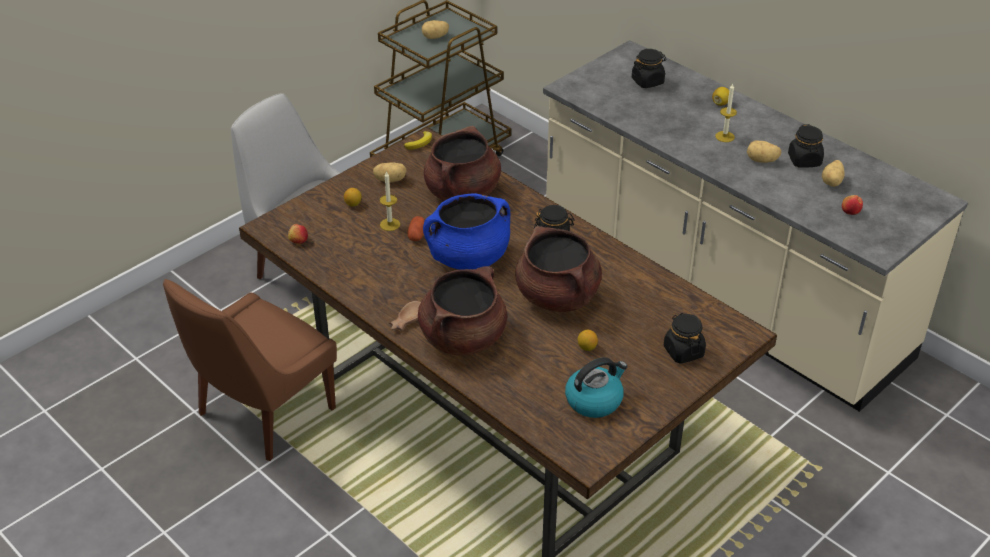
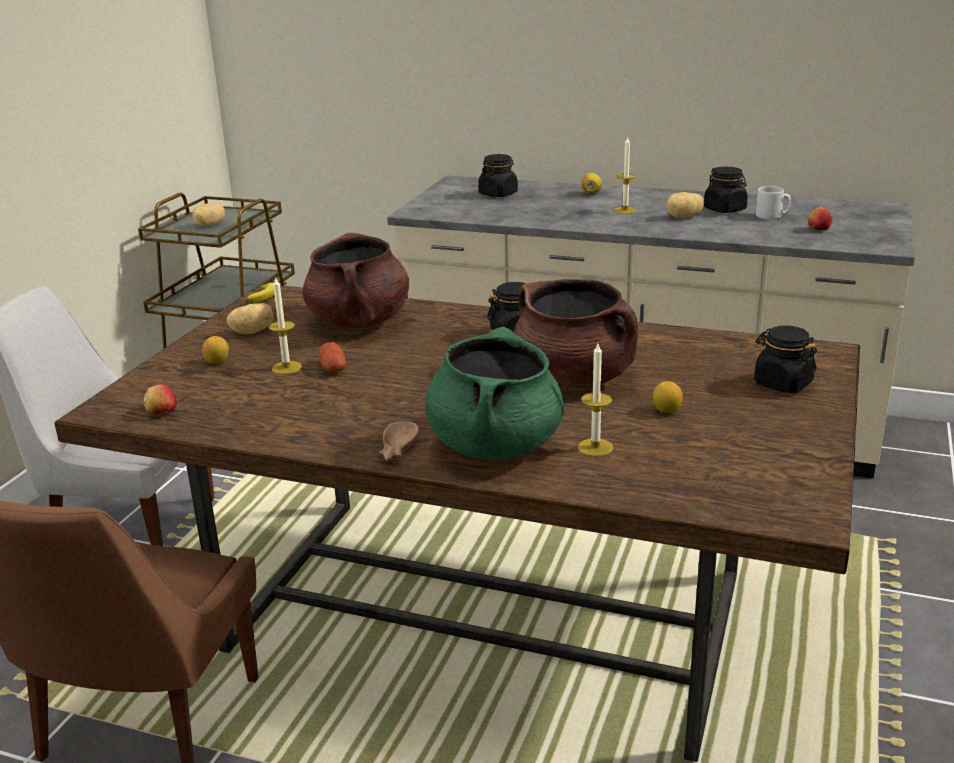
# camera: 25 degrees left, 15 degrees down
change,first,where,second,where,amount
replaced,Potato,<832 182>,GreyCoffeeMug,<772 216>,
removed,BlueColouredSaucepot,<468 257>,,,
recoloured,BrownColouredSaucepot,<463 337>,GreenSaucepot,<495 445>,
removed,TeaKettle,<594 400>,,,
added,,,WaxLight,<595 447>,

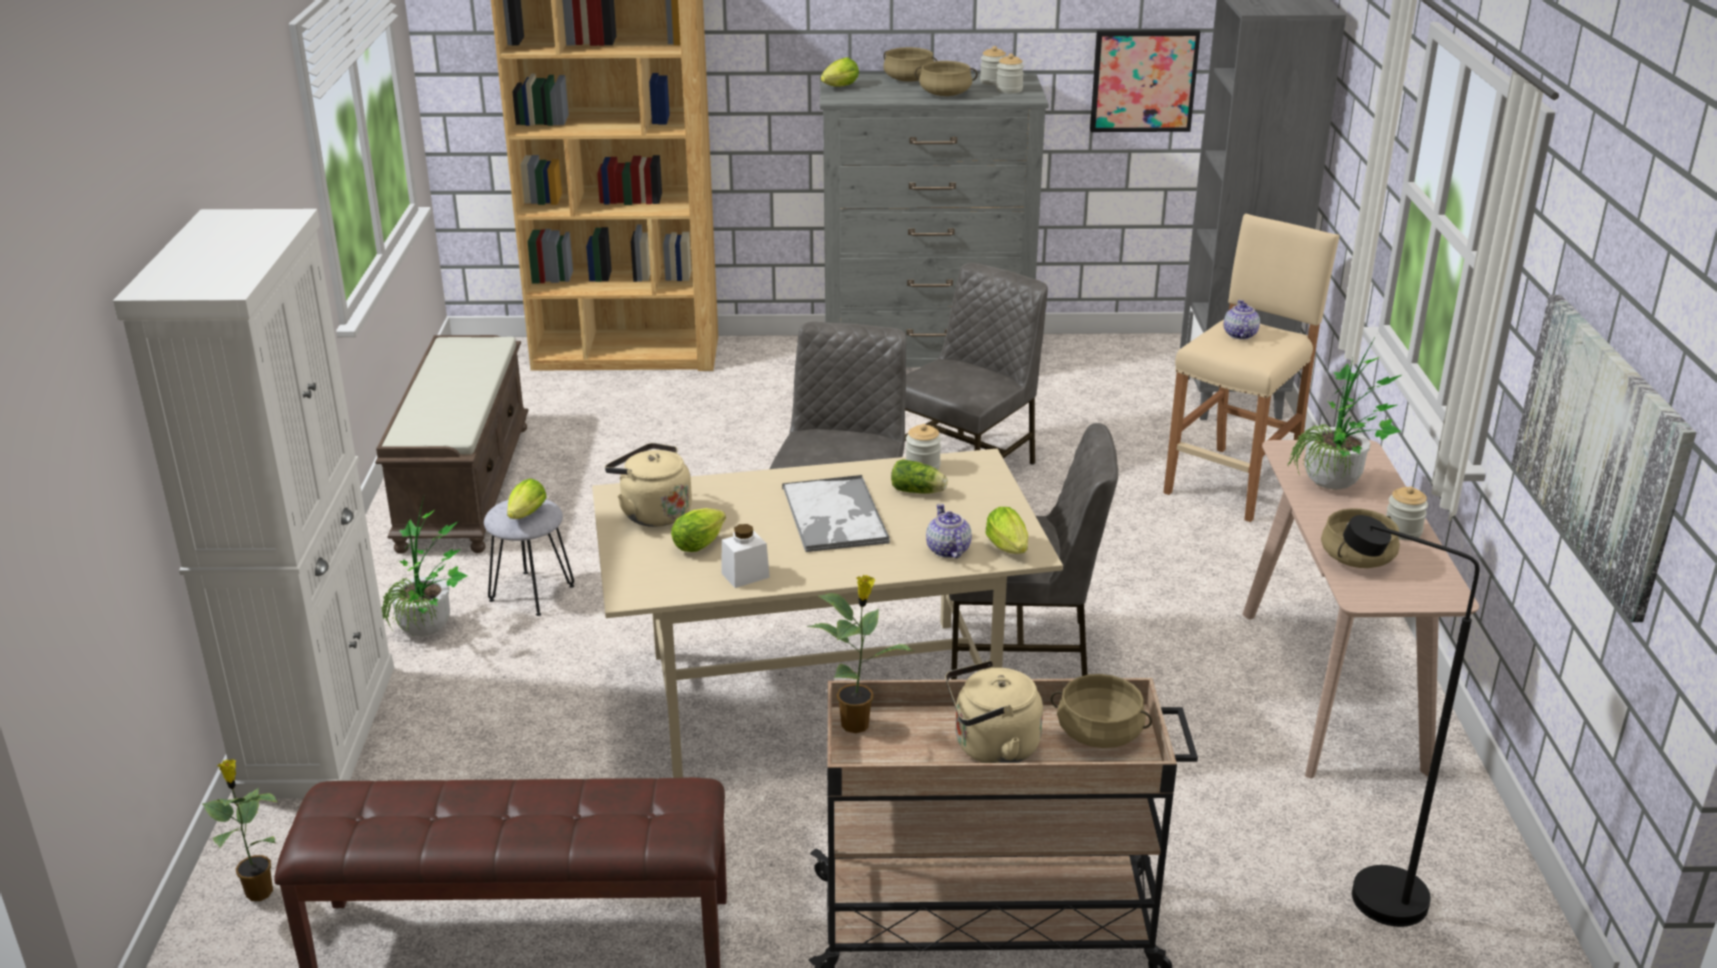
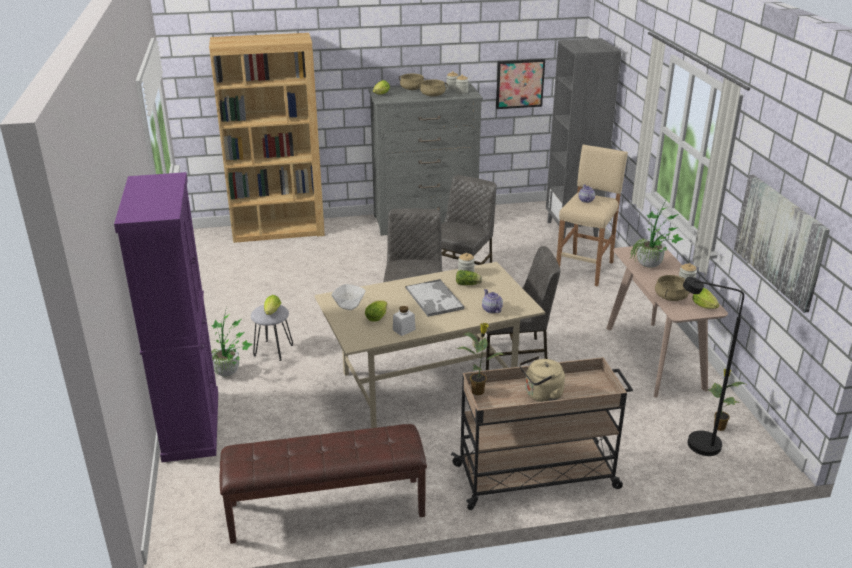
# camera: 10 degrees left, 0 degrees up
change,first,where,second,where,amount
recoloured,WhiteCupboard,<318 729>,PurpleColouredCupboard,<191 425>,
removed,BrownColouredIndoorBench,<463 485>,,,
replaced,SandColouredTeaKettle,<652 513>,ServingBowl,<349 305>,
moved,HeadOfLettuce,<1009 550>,,<705 307>,
removed,SandColouredSaucepot,<1099 734>,,,
moved,PlantInAPot,<258 891>,,<718 427>,

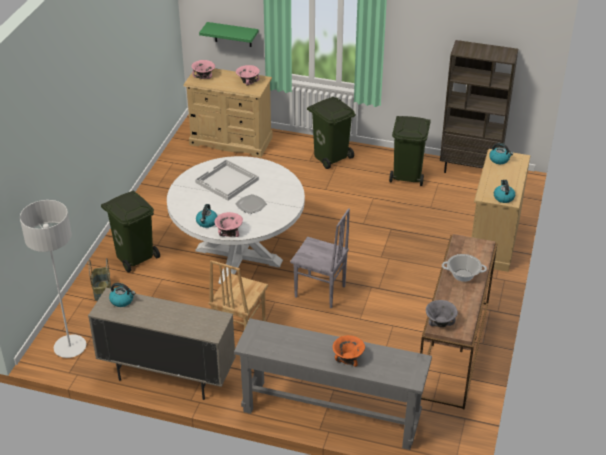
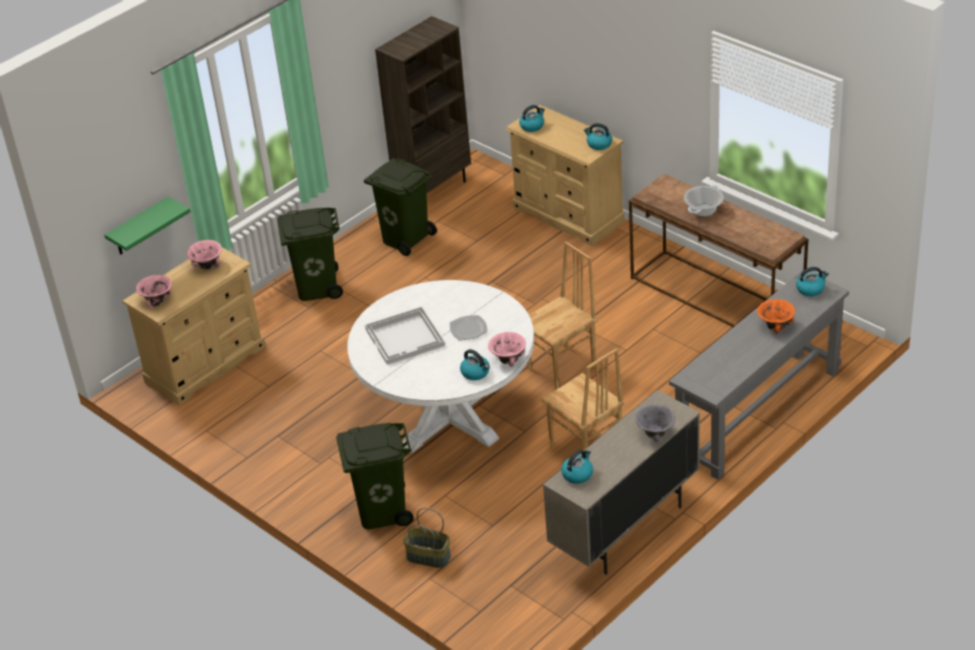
# camera: 60 degrees left, 0 degrees up
change,first,where,second,where,amount
removed,GreyStandingLamp,<70 347>,,,
recoloured,GreyChair,<320 292>,BrownColouredChair,<562 367>,
moved,GreyServingBowl,<440 322>,,<655 433>,
added,,,TeaKettle,<810 289>,

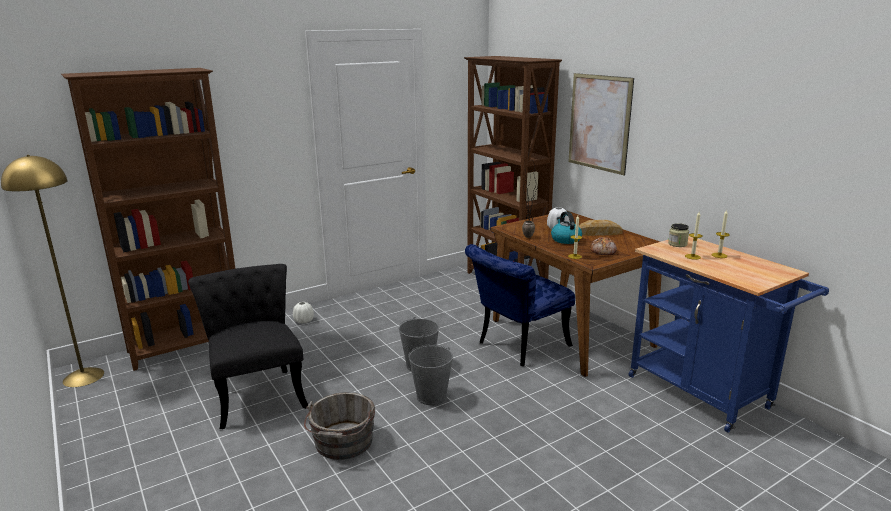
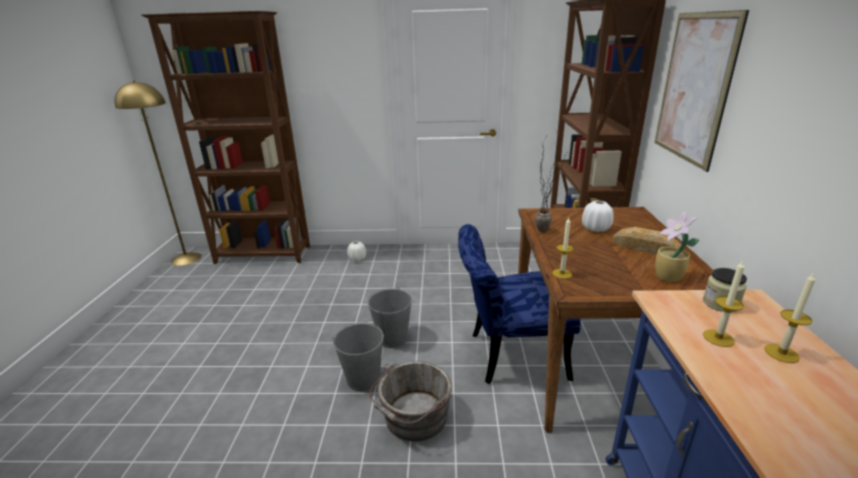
# camera: 35 degrees right, 5 degrees up
change,first,where,second,where,amount
removed,TeaKettle,<565 239>,,,
removed,BakedBread,<603 251>,,,
removed,BlackishChair,<258 393>,,,
moved,GreyPail,<343 443>,,<413 418>,
added,,,PlantInAPot,<668 277>,

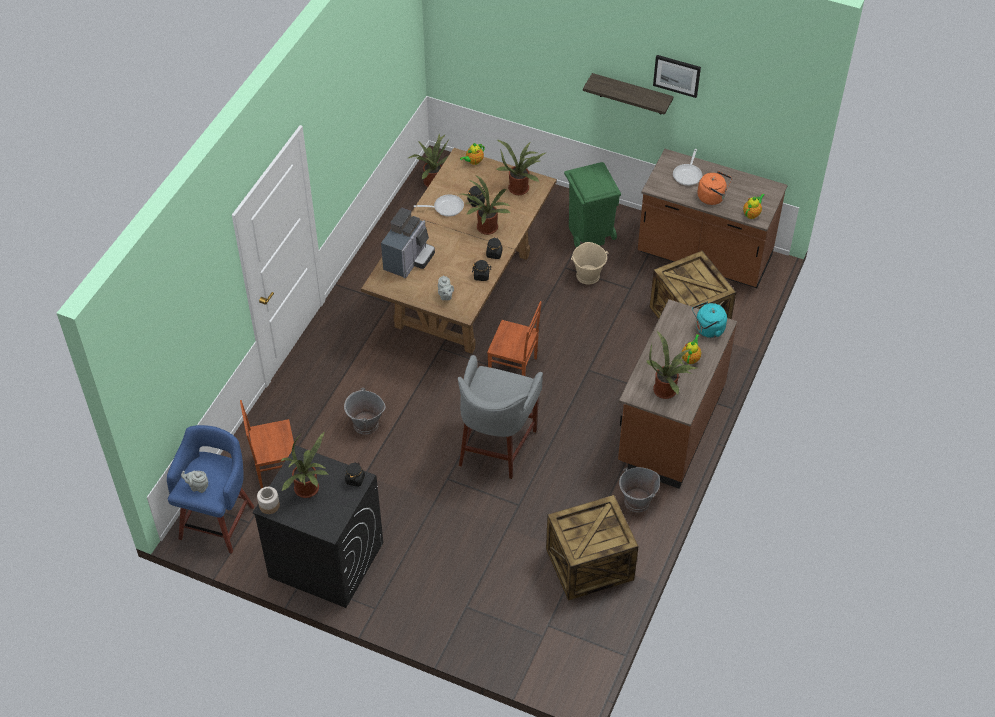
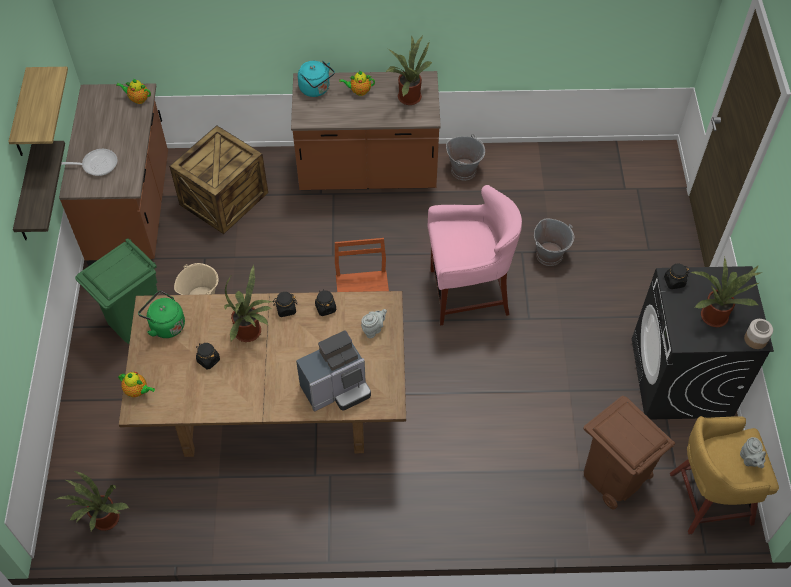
# camera: 115 degrees left, 5 degrees up
change,first,where,second,where,amount
replaced,WallArt,<677 75>,WallShelf,<22 116>,
replaced,PlantInAPot,<520 187>,GreenTeaKettle,<165 325>,
removed,OrangeTeaKettle,<713 197>,,,
removed,FryingPan,<445 207>,,,
turned,CoffeeMaker,<408 260>,,<337 389>,150 degrees clockwise
recoloured,GreySittingStool,<496 446>,PinkColouredSittingStool,<467 294>,
moved,GreyPail,<365 424>,,<549 255>,
replaced,BrownColouredChair,<276 468>,BrownColouredTrashCan,<613 477>,
recoloured,BlueColouredSittingStool,<218 520>,YellowishSittingStool,<707 498>,
removed,ShippingCrate,<589 565>,,,

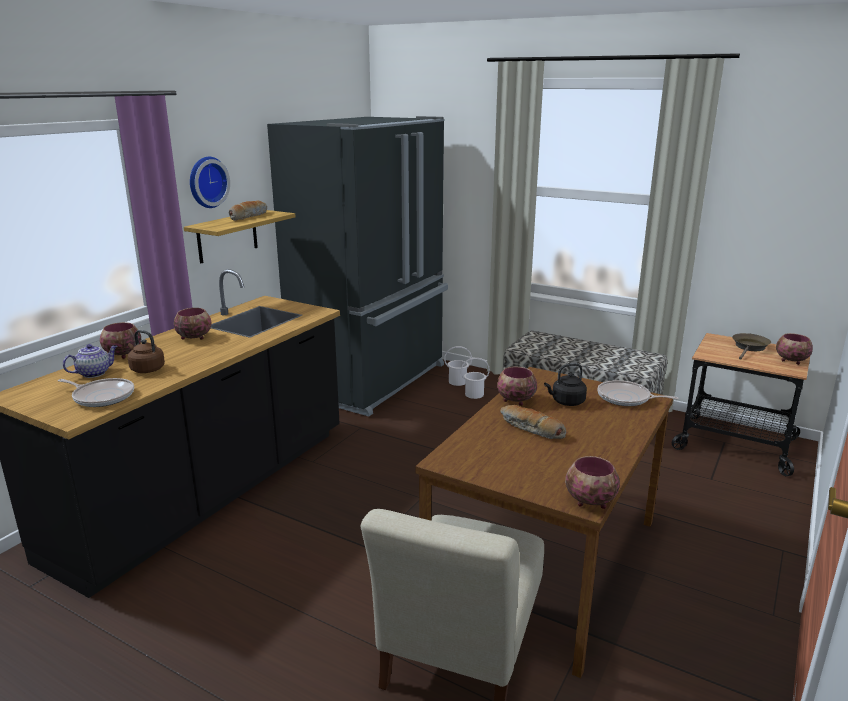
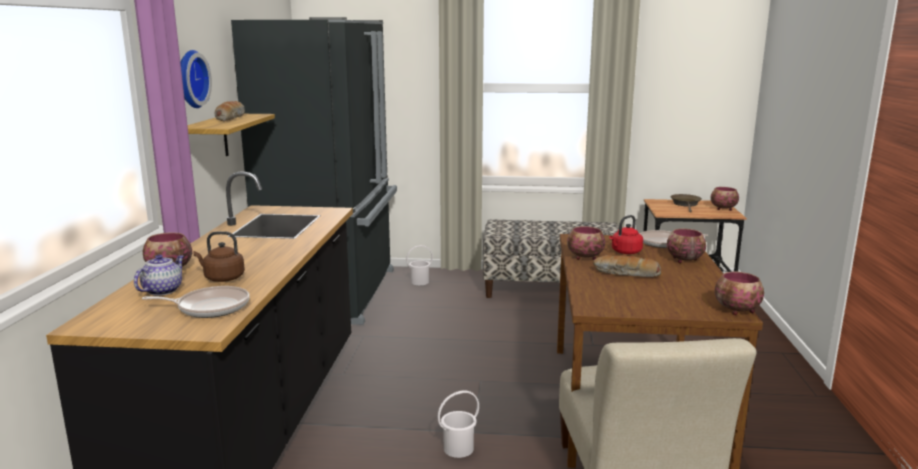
# camera: 25 degrees left, 5 degrees down
change,first,where,second,where,amount
moved,ServingBowl,<194 337>,,<683 260>,
moved,WhitePail,<474 394>,,<458 448>,
recoloured,BlackishTeaKettle,<566 402>,ReddishTeaKettle,<625 252>,

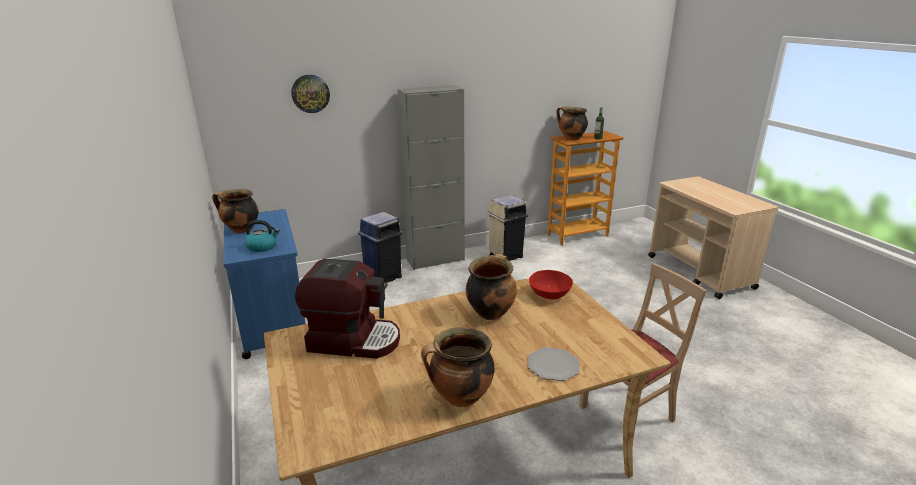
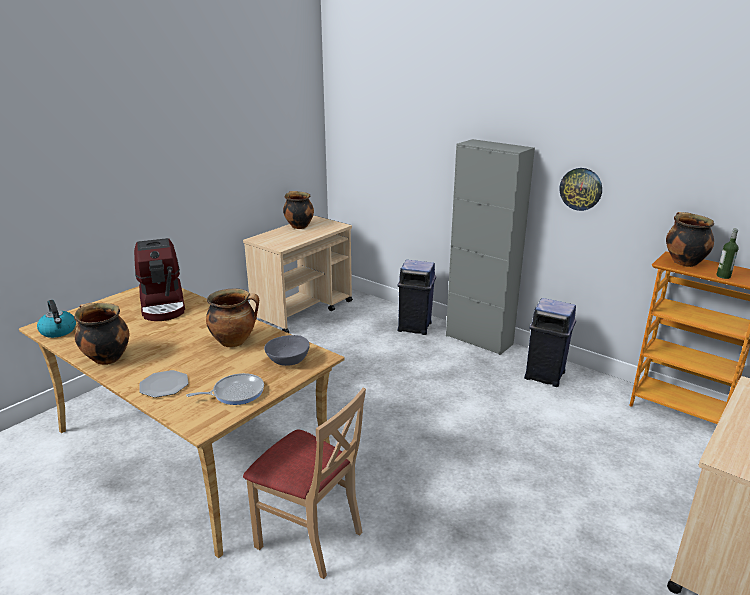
# camera: 60 degrees right, 0 degrees up
change,first,where,second,where,amount
moved,WallClock,<310 93>,,<581 189>,
recoloured,SandColouredTrashCan,<506 255>,BlueColouredTrashCan,<545 375>,
recoloured,BlueColouredCart,<273 321>,SandColouredCart,<303 310>,
moved,TeaKettle,<262 247>,,<59 331>,
recoloured,ReddishServingBowl,<549 294>,GreyServingBowl,<288 360>,
added,,,FryingPan,<235 393>,

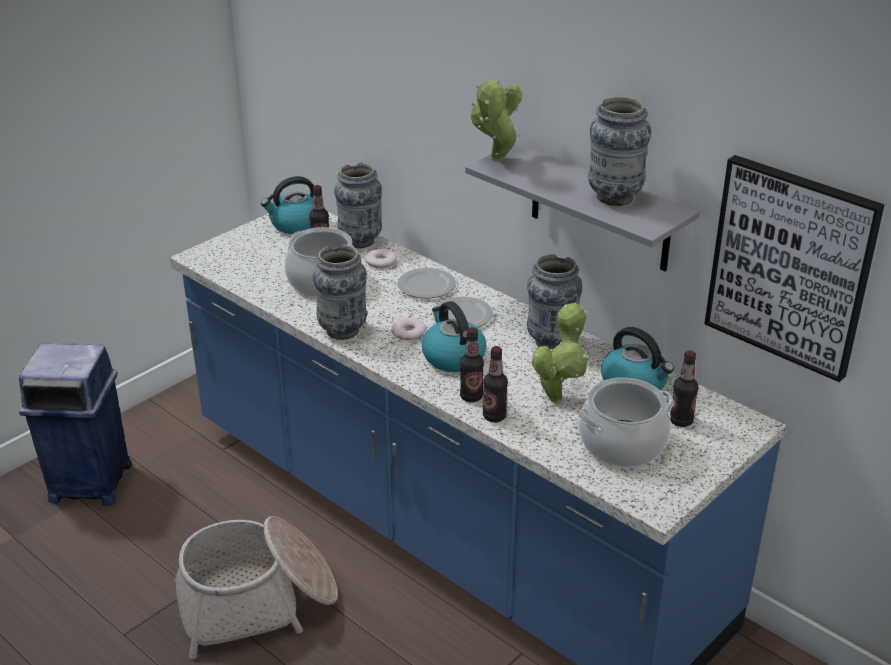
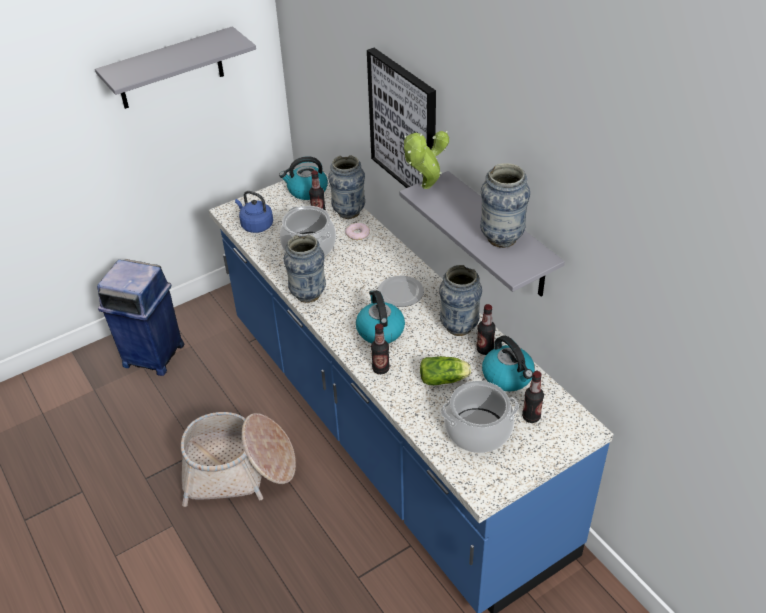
# camera: 15 degrees right, 10 degrees up
change,first,where,second,where,amount
moved,WallArt,<790 266>,,<404 126>,
removed,DinnerPlate,<426 285>,,,
replaced,PlantInAPot,<558 397>,HeadOfLettuce,<445 379>,
removed,Doughnut,<409 332>,,,
moved,DrinkBottle,<494 416>,,<485 349>,
added,,,GreyWallShelf,<170 69>,
added,,,BlueColouredTeaKettle,<255 225>,

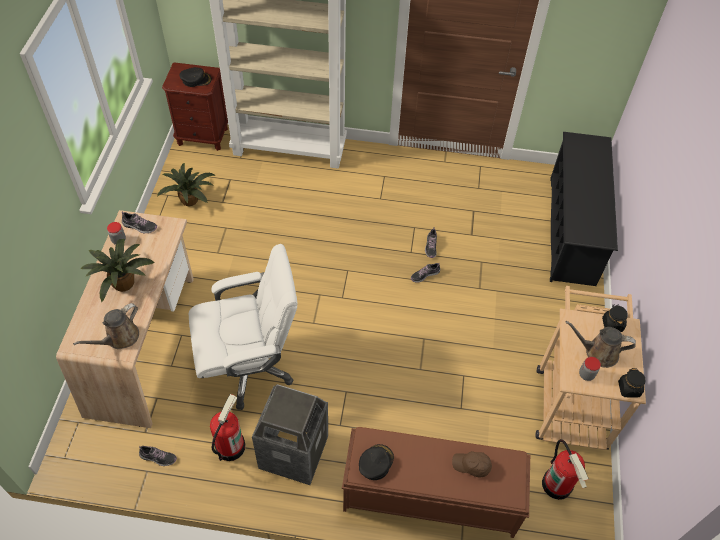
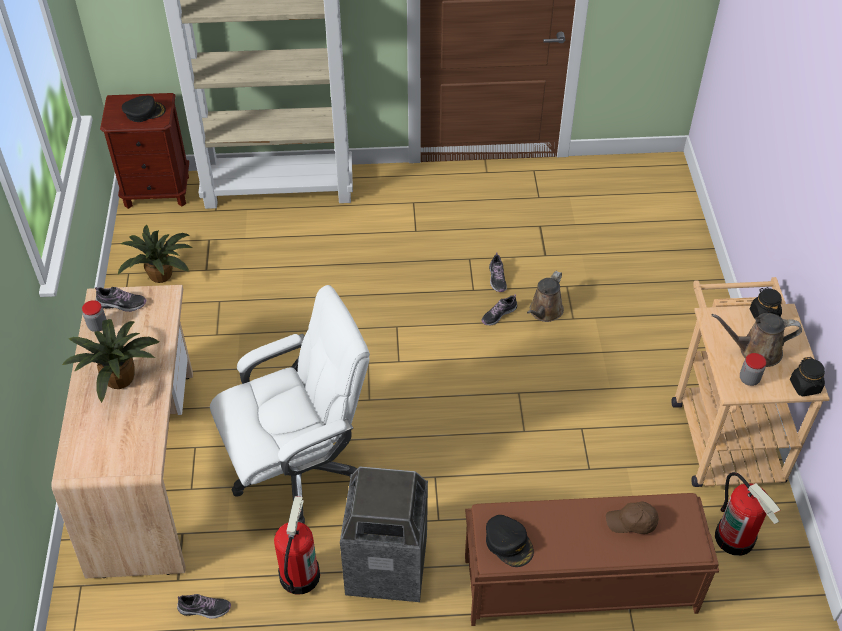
# camera: 10 degrees left, 5 degrees down
change,first,where,second,where,amount
removed,BlackishShoeStand,<572 230>,,,
moved,BrownColouredWateringPot,<119 338>,,<544 312>,
turned,BlackishPeakedCap,<375 463>,,<509 543>,120 degrees clockwise

